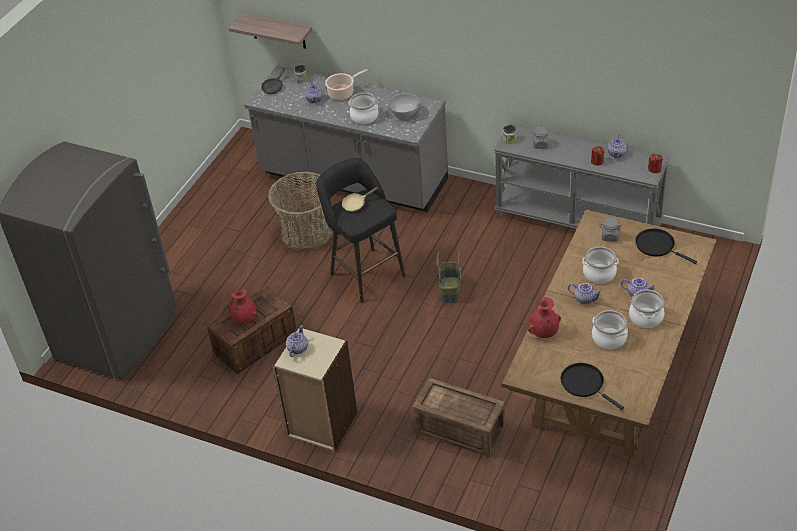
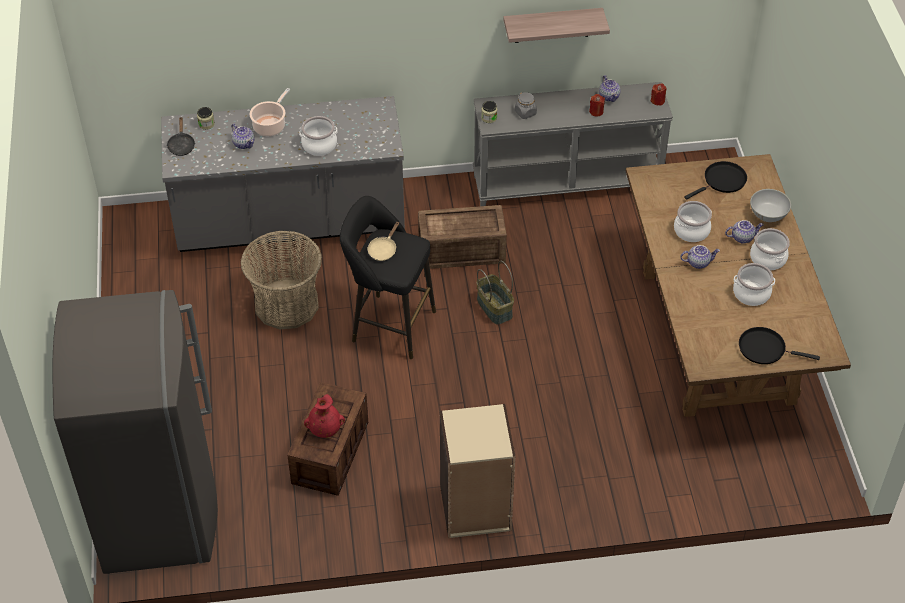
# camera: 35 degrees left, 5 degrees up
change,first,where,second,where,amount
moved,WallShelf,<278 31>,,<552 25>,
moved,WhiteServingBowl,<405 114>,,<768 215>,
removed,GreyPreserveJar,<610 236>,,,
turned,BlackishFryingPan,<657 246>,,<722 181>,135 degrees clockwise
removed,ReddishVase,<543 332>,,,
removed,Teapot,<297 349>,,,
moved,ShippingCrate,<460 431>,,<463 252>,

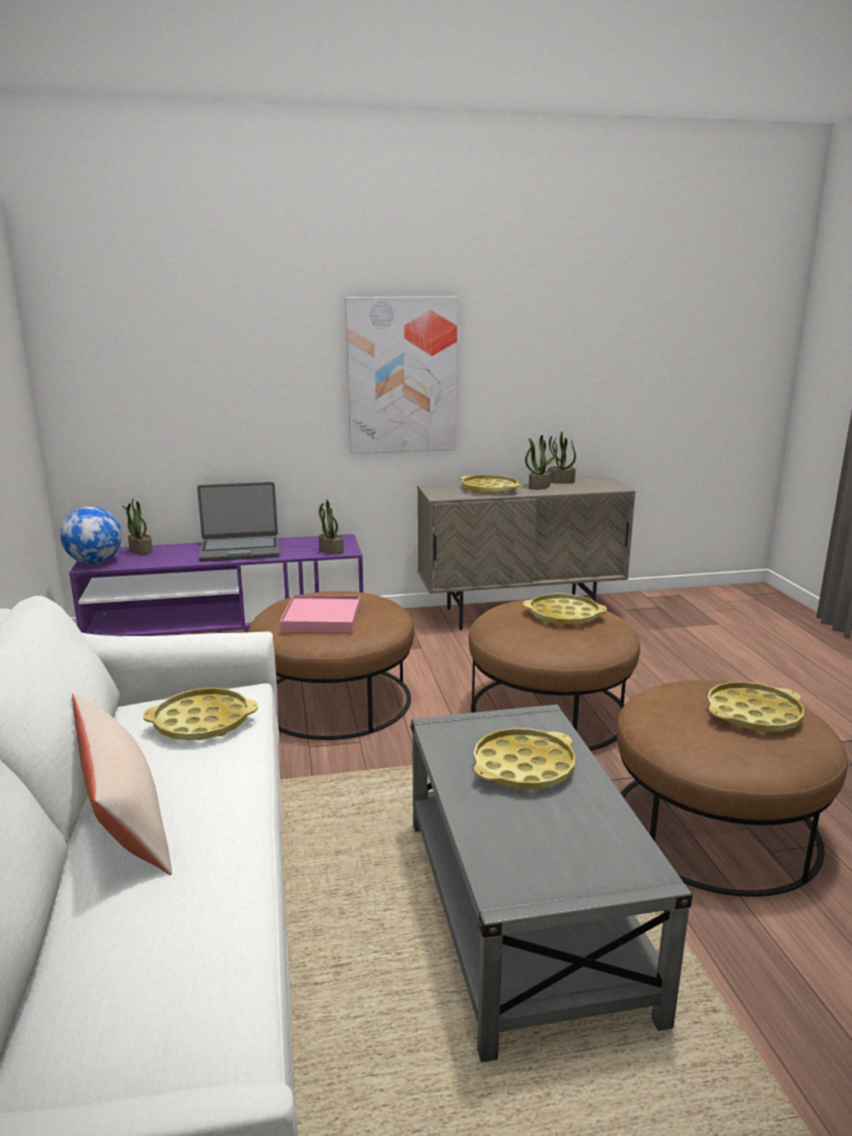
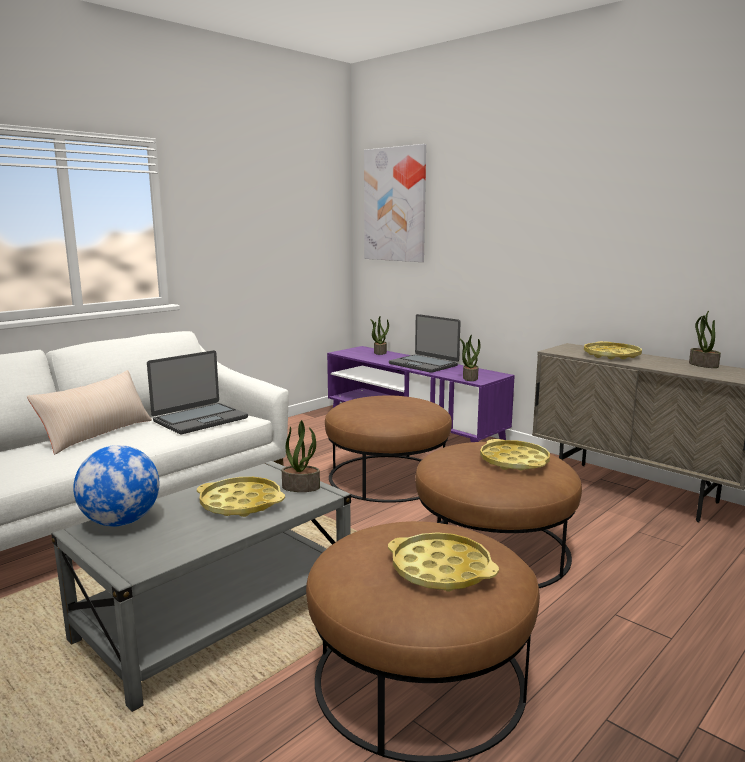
# camera: 55 degrees right, 5 degrees down
change,first,where,second,where,amount
moved,WallArt,<402 376>,,<395 205>,
moved,PlantInAPot,<539 486>,,<301 487>,
moved,Globe,<95 562>,,<121 522>,
removed,PinkColouredServingTray,<321 618>,,,
replaced,YellowishServingTray,<202 722>,PortableComputer,<200 419>,

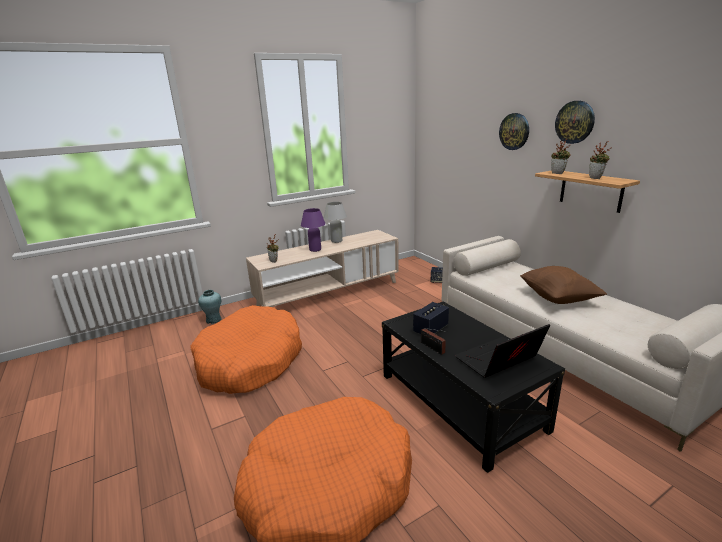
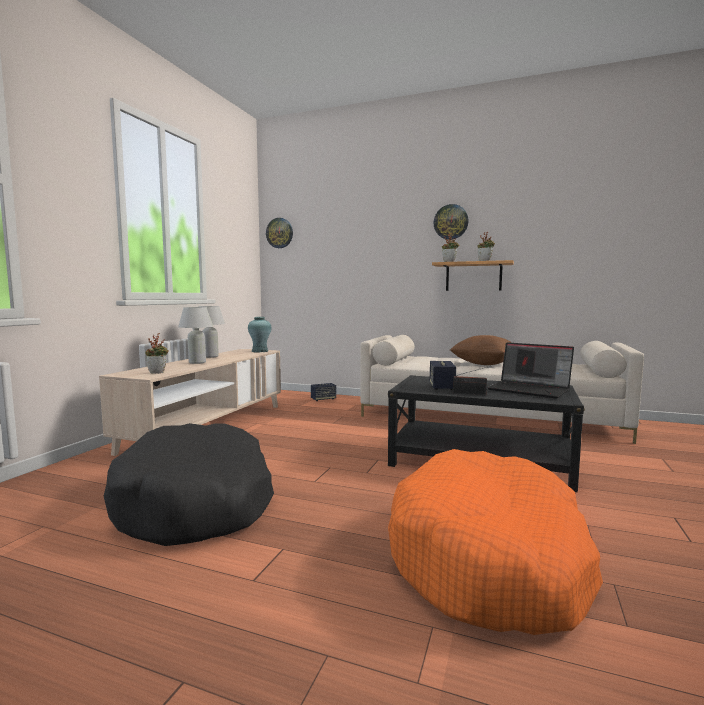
# camera: 40 degrees left, 15 degrees down
change,first,where,second,where,amount
moved,WallClock,<514 131>,,<279 233>,
recoloured,PurpleColouredTableLamp,<315 250>,WhiteTableLamp,<197 362>,
moved,TurquoiseColouredVase,<214 320>,,<260 351>,
recoloured,OrangePetBed,<250 361>,BlackishPetBed,<196 502>,
turned,PortableComputer,<498 361>,,<530 390>,75 degrees counterclockwise

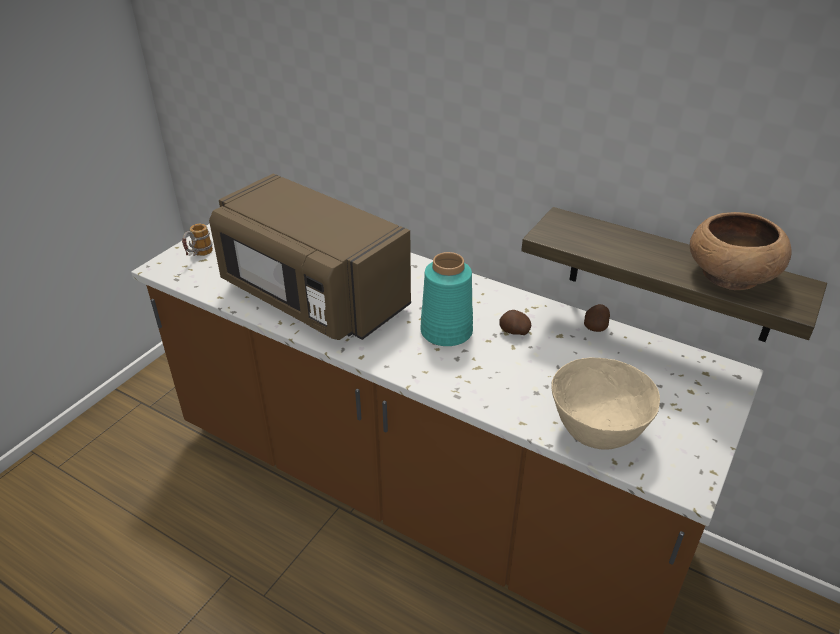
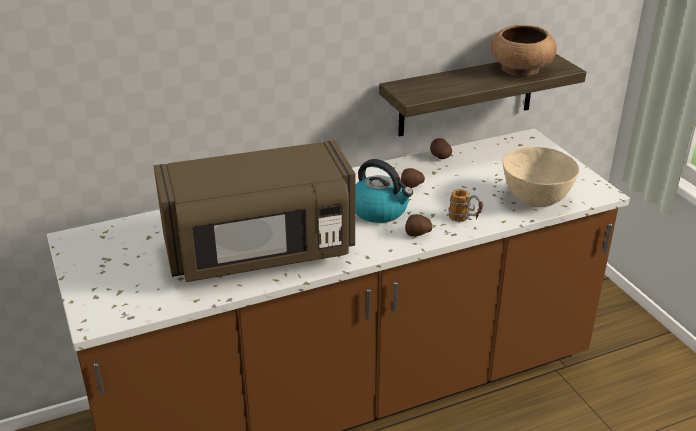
# camera: 55 degrees left, 5 degrees down
change,first,where,second,where,amount
moved,CoffeeMug,<198 255>,,<465 220>,
replaced,TurquoiseColouredVase,<447 331>,TeaKettle,<380 210>,
added,,,Potato,<417 234>,

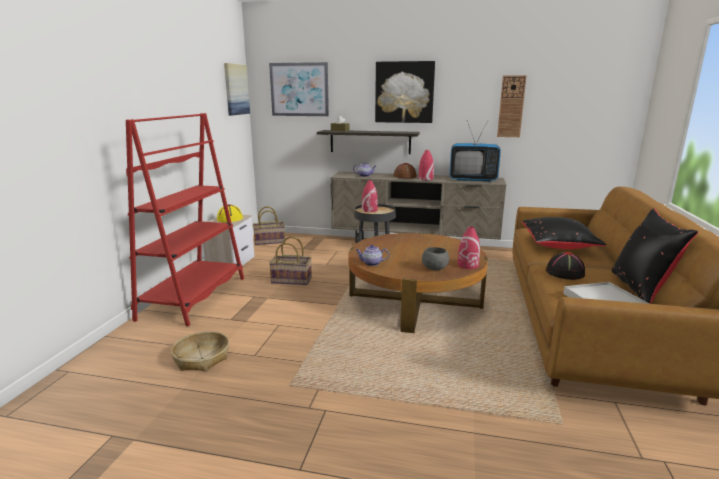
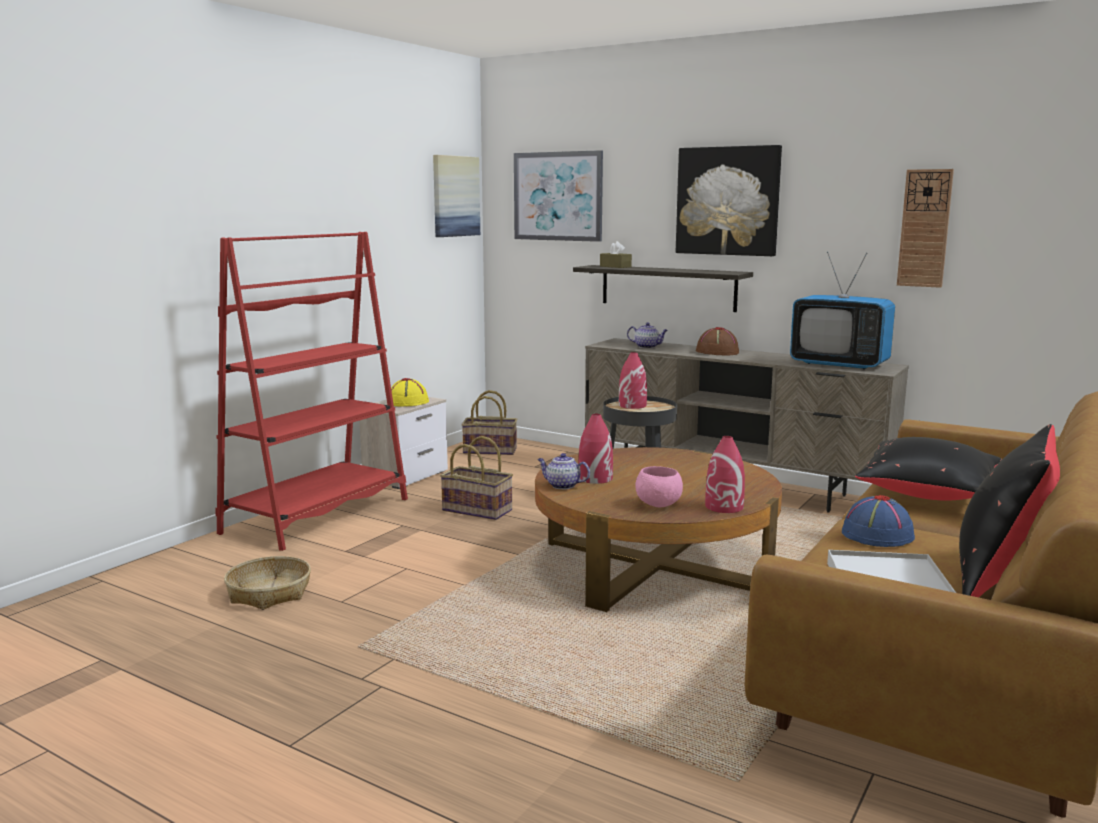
# camera: 20 degrees right, 5 degrees down
change,first,where,second,where,amount
moved,ReddishVase,<425 179>,,<595 478>,
recoloured,GreyServingBowl,<434 269>,PinkColouredServingBowl,<658 505>,
recoloured,BlackishClothingHat,<565 273>,BlueColouredClothingHat,<876 535>,

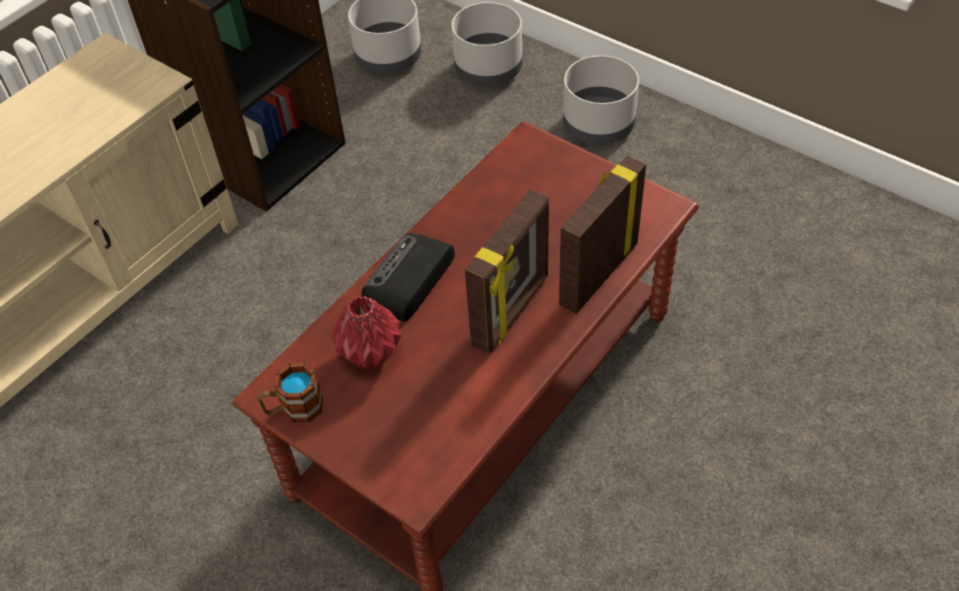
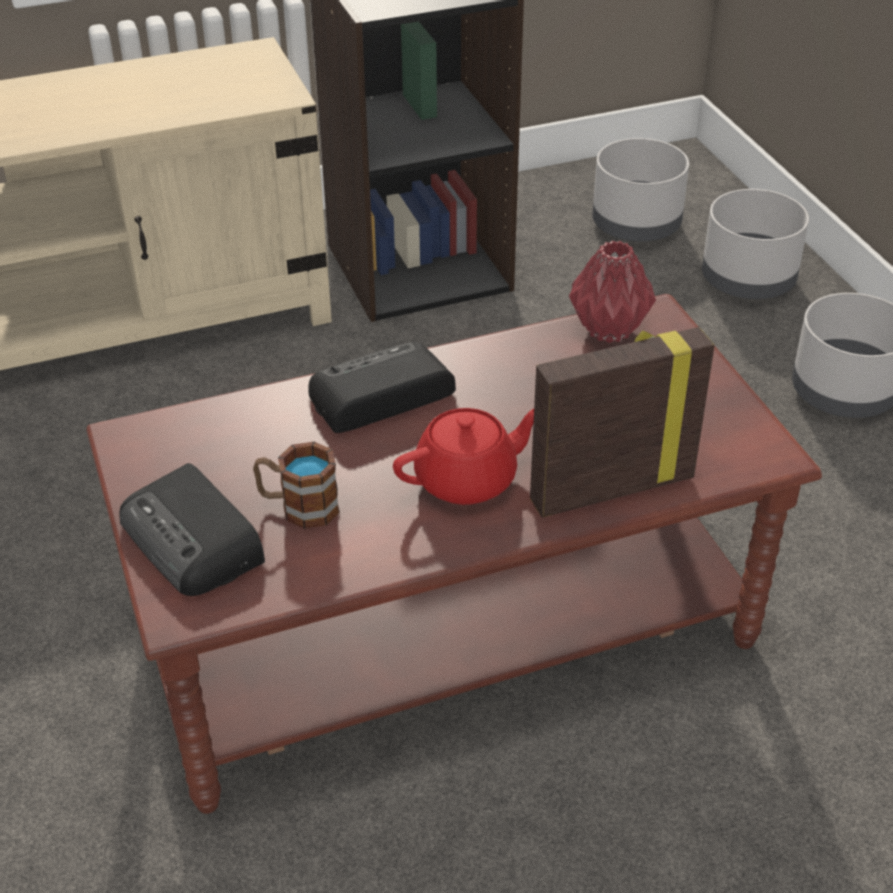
# camera: 30 degrees right, 10 degrees down
change,first,where,second,where,amount
replaced,PhotoFrame,<512 311>,ReddishTeapot,<468 479>,
moved,ReddishVase,<370 353>,,<609 329>,
moved,CoffeeMug,<294 409>,,<298 507>,
added,,,RadioSet,<194 541>,

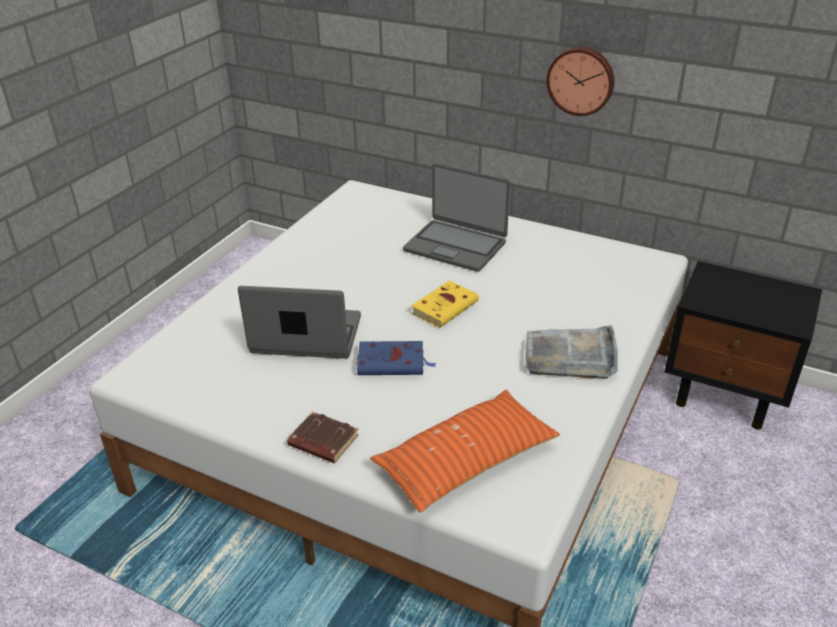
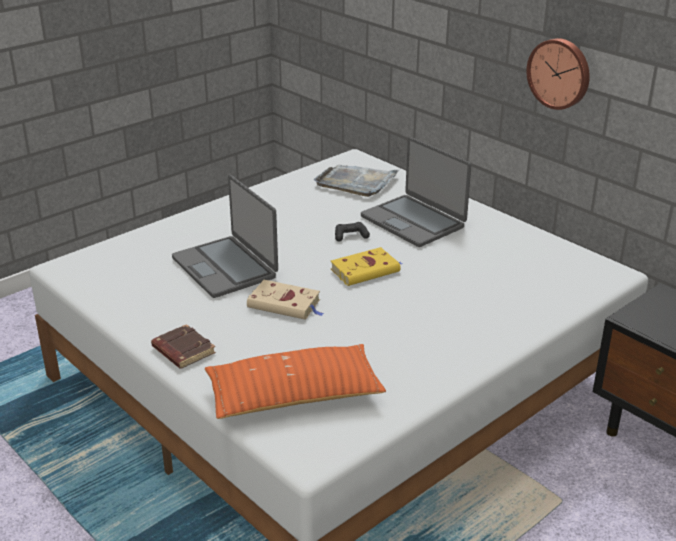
# camera: 20 degrees right, 5 degrees down
change,first,where,second,where,amount
turned,PortableComputer,<306 336>,,<225 267>,150 degrees counterclockwise
moved,GreyServingTray,<571 355>,,<356 182>,
recoloured,BlueColouredVolume,<393 362>,SandColouredVolume,<286 304>,
added,,,BlackishGameController,<350 236>,

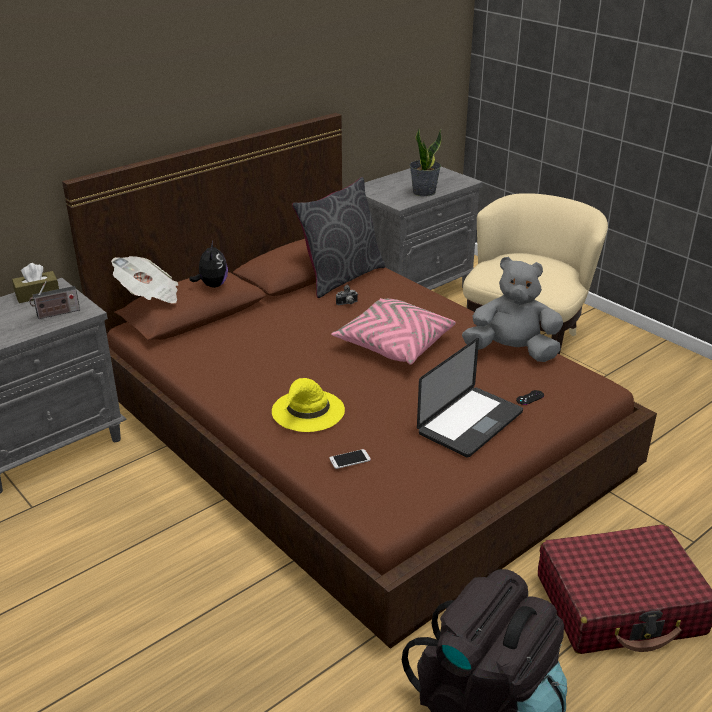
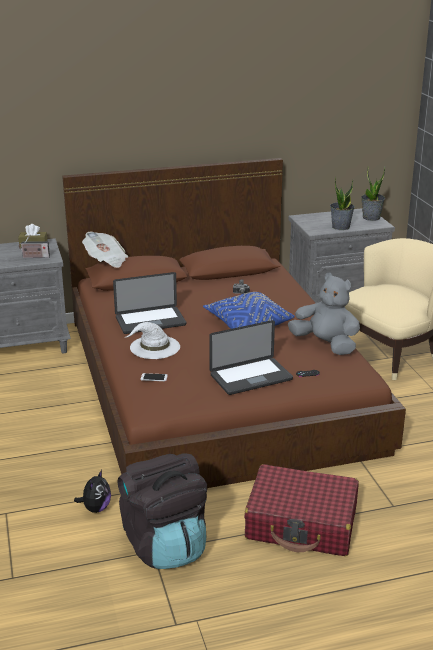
# camera: 25 degrees right, 5 degrees down
change,first,where,second,where,amount
removed,GreyPillow,<341 277>,,,
moved,SoftToy,<212 285>,,<96 508>,
recoloured,PinkColouredPillow,<393 344>,BlueColouredPillow,<247 323>,
recoloured,YellowishClothingHat,<308 411>,WhiteClothingHat,<154 347>,
added,,,PlantInAPot,<371 218>,
added,,,PortableComputer,<150 321>,

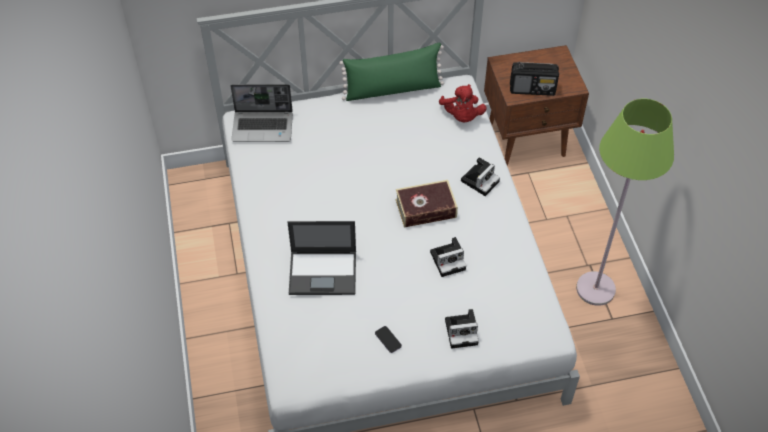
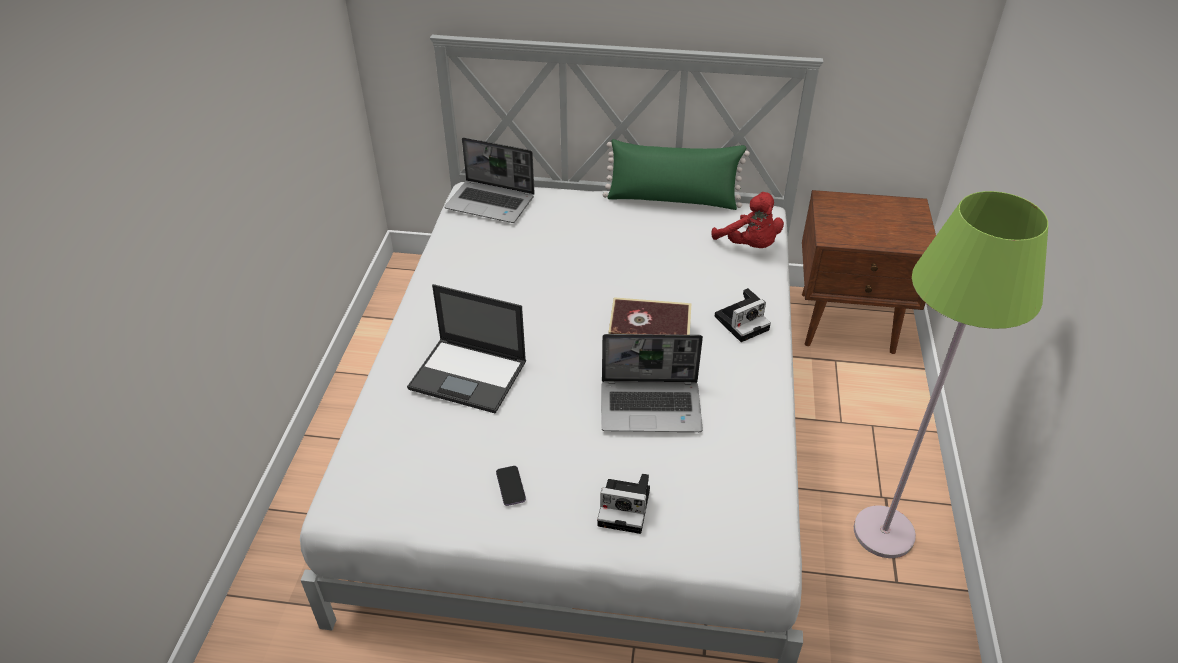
# camera: 20 degrees right, 10 degrees down
change,first,where,second,where,amount
removed,RadioSet,<533 89>,,,
turned,ReddishSoftToy,<461 116>,,<749 246>,45 degrees counterclockwise
replaced,StillCamera,<449 260>,PortableComputer,<652 407>,

